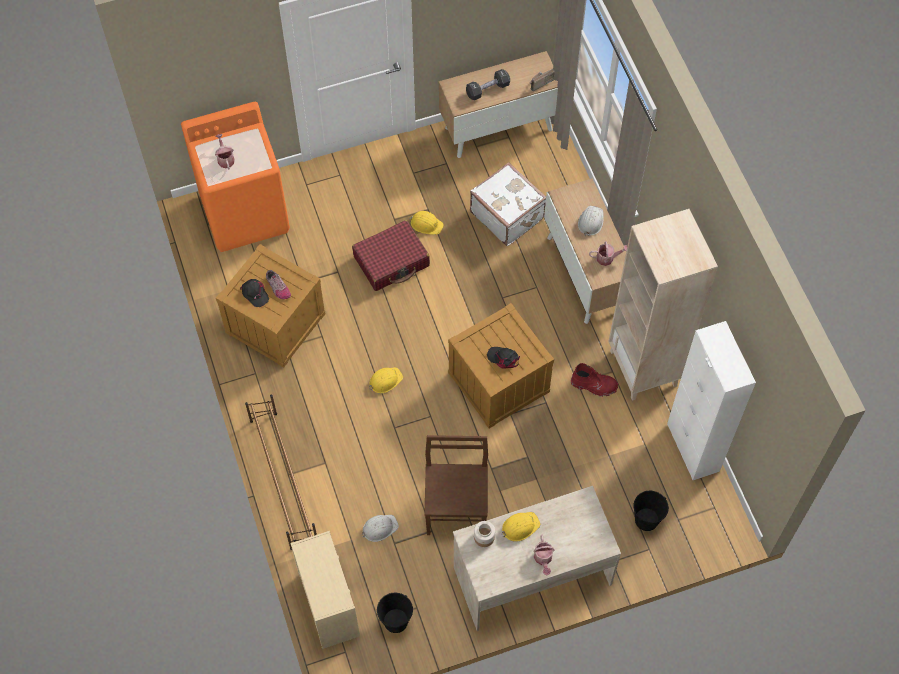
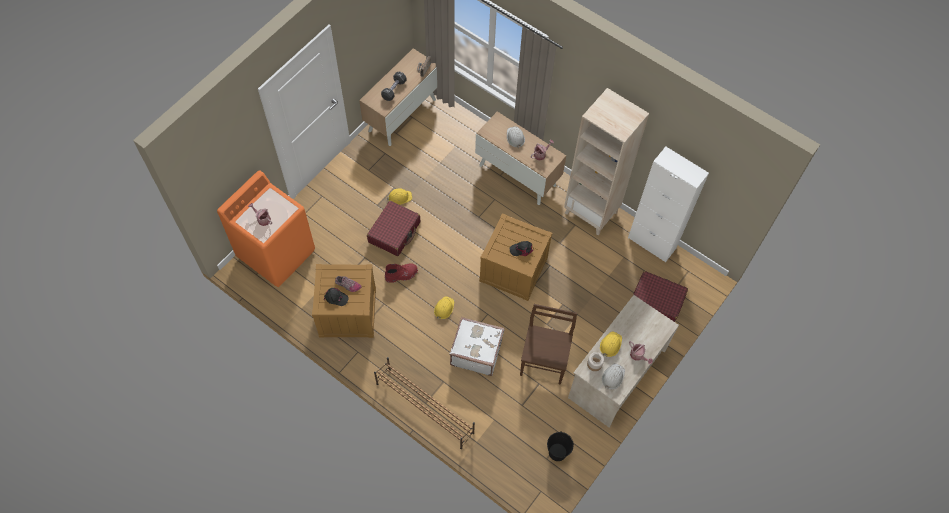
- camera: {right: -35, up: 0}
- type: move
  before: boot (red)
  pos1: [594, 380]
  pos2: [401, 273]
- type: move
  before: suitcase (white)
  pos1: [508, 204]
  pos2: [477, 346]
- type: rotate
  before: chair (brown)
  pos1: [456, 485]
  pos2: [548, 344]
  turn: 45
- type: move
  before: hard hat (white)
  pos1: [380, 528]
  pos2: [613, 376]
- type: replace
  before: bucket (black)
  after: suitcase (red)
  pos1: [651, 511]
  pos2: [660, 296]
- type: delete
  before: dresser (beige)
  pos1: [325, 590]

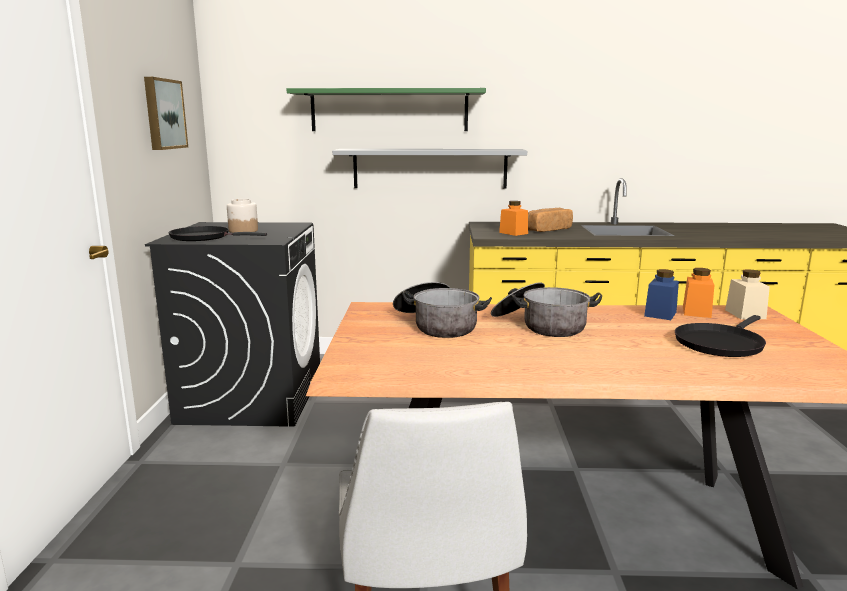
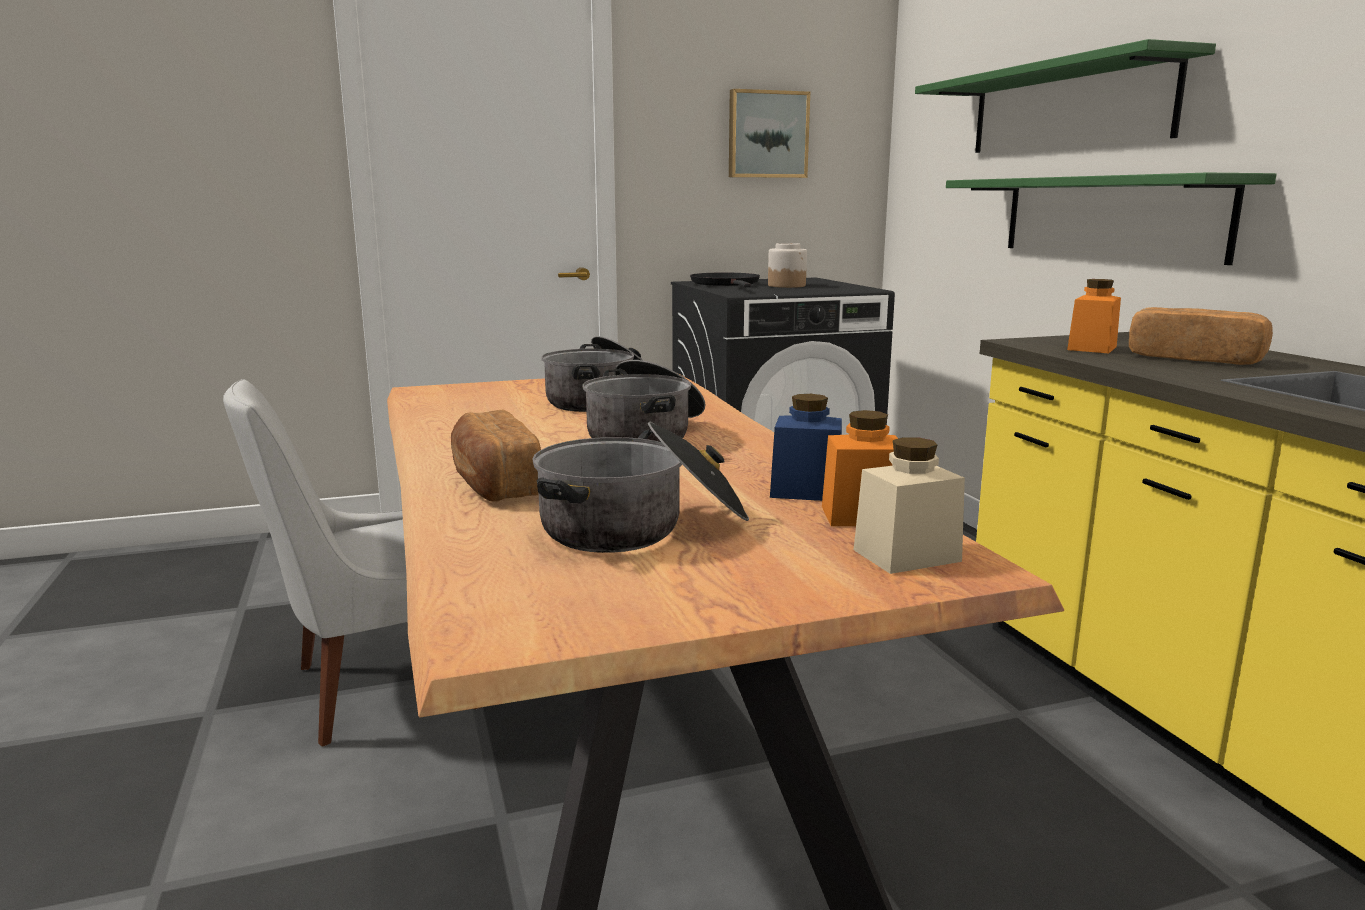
- camera: {right: 70, up: 0}
- type: insert
  after: bread
  pos2: [496, 456]
- type: replace
  before: frying pan (black)
  after: cooking pot
  pos1: [720, 336]
  pos2: [641, 487]
- type: recolor
  before: shelf (grey)
  after: shelf (green)
  pos1: [429, 168]
  pos2: [1111, 219]

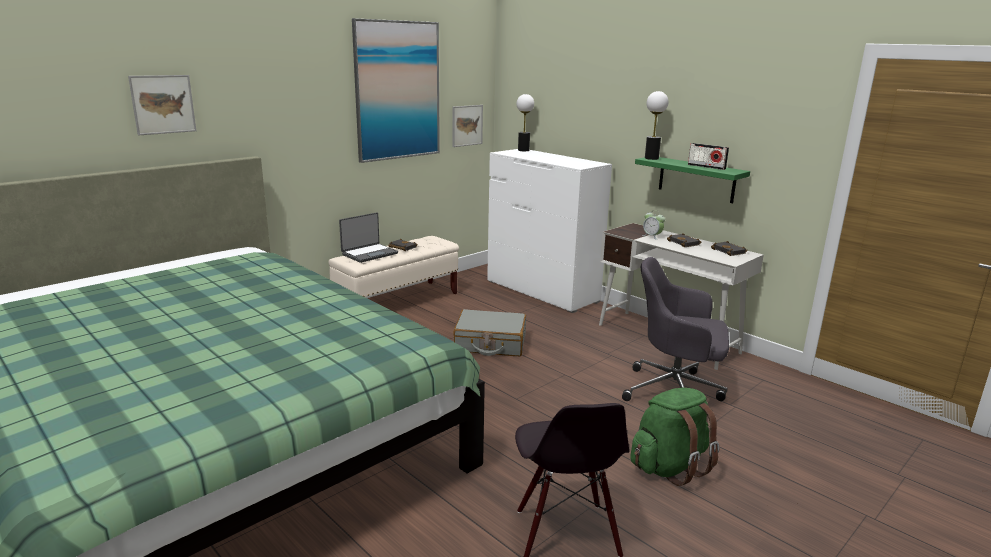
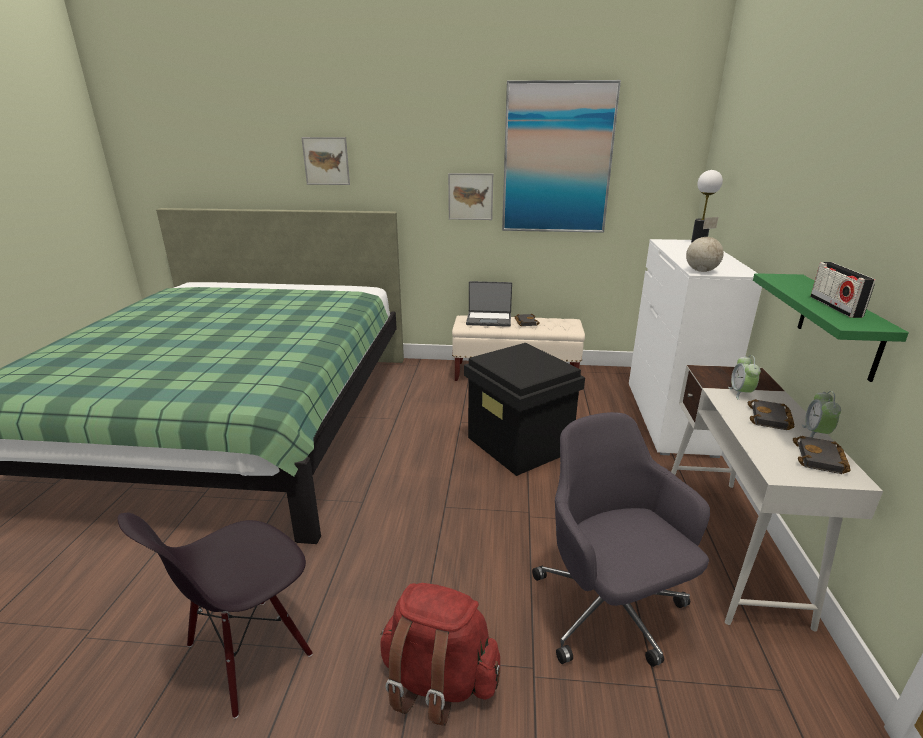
- camera: {right: 50, up: 5}
- type: recolor
  before: backpack (green)
  after: backpack (red)
  pos1: [674, 437]
  pos2: [440, 654]
- type: move
  before: picture
  pos1: [467, 126]
  pos2: [470, 196]
- type: replace
  before: suitcase (grey)
  after: storage box (black)
  pos1: [489, 332]
  pos2: [524, 409]
- type: insert
  after: globe
  pos2: [705, 244]
- type: insert
  after: alarm clock
  pos2: [821, 414]
- type: delete
  before: table lamp
  pos1: [656, 125]

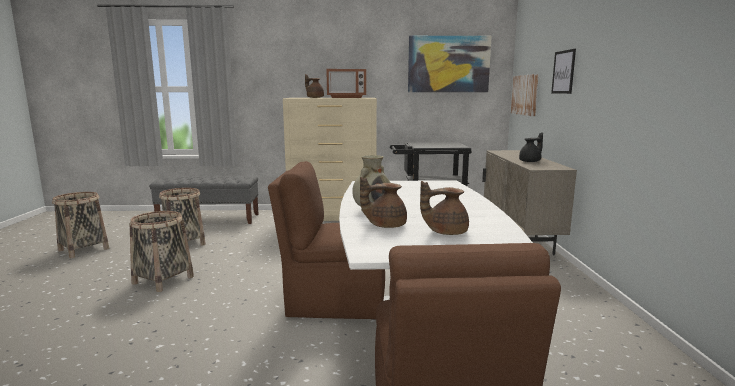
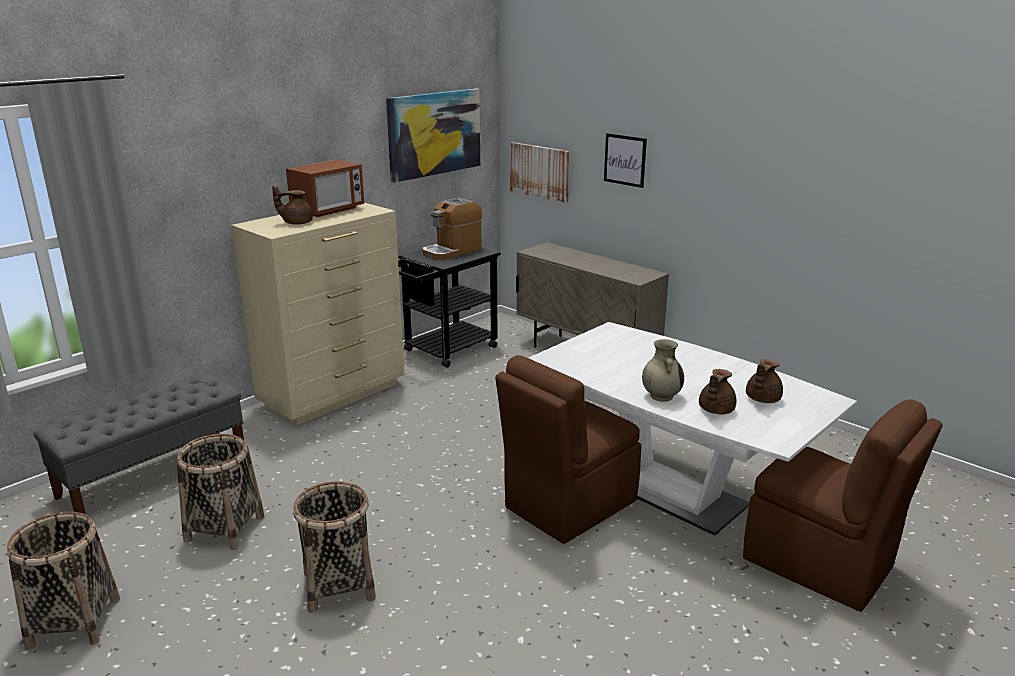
- camera: {right: -45, up: 10}
- type: insert
  after: coffee machine
  pos2: [452, 229]
- type: delete
  before: teapot (black)
  pos1: [531, 147]

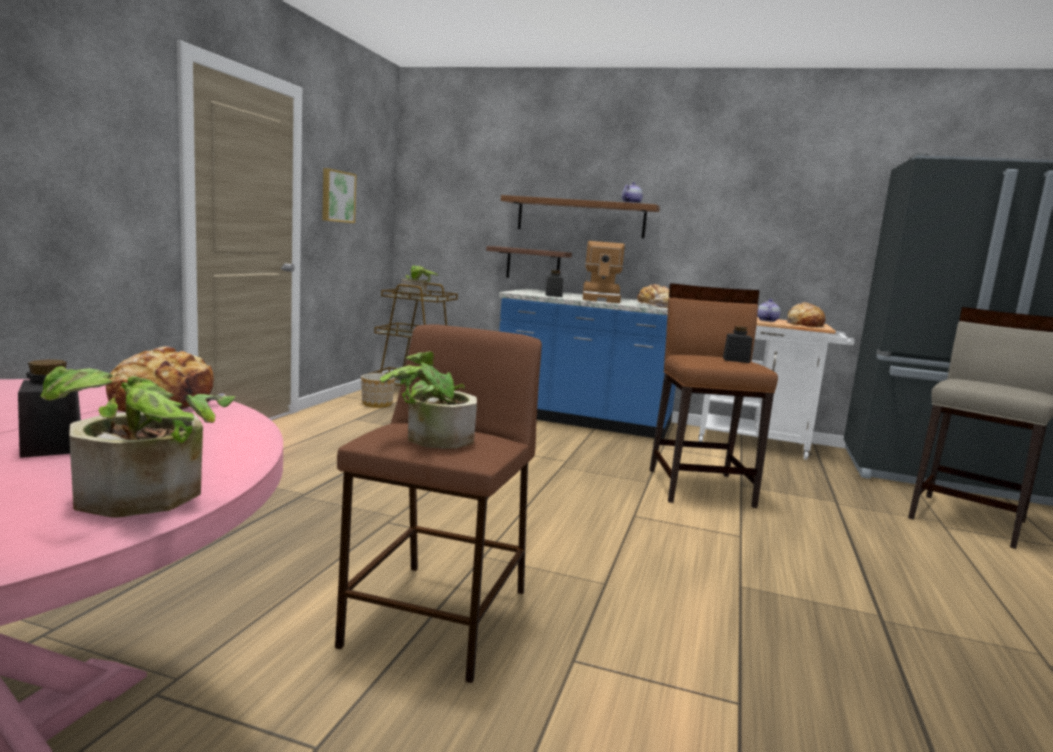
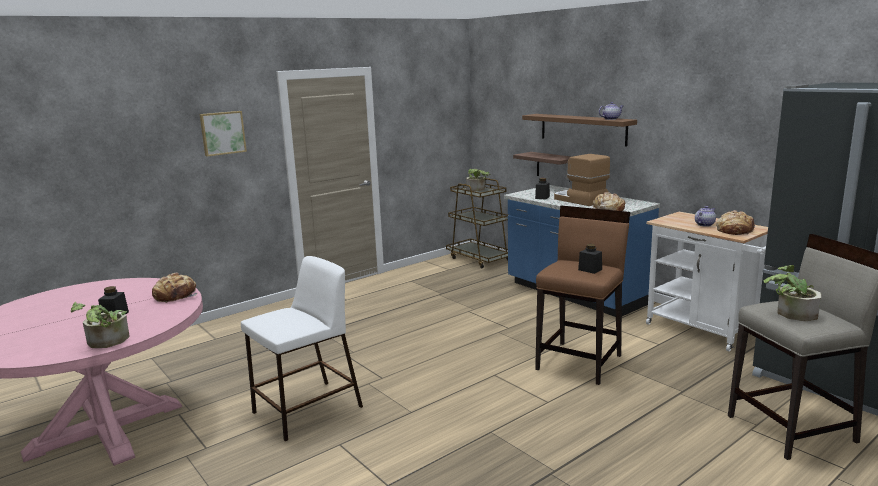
- camera: {right: 35, up: 5}
- type: move
  before: picture
  pos1: [339, 195]
  pos2: [223, 134]
- type: recolor
  before: stool (brown)
  after: stool (white)
  pos1: [438, 503]
  pos2: [302, 348]
- type: rotate
  before: coffee machine
  pos1: [604, 272]
  pos2: [582, 180]
  turn: 105
- type: move
  before: potted plant
  pos1: [428, 400]
  pos2: [792, 293]
- type: delete
  before: planter
  pos1: [378, 390]

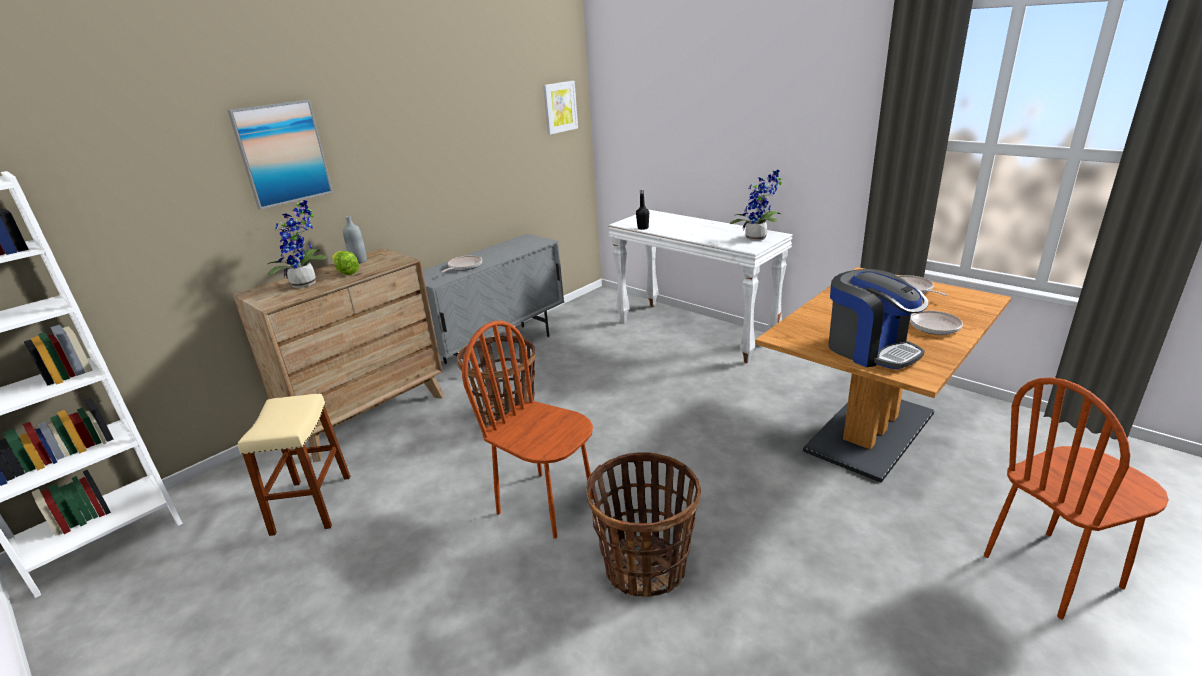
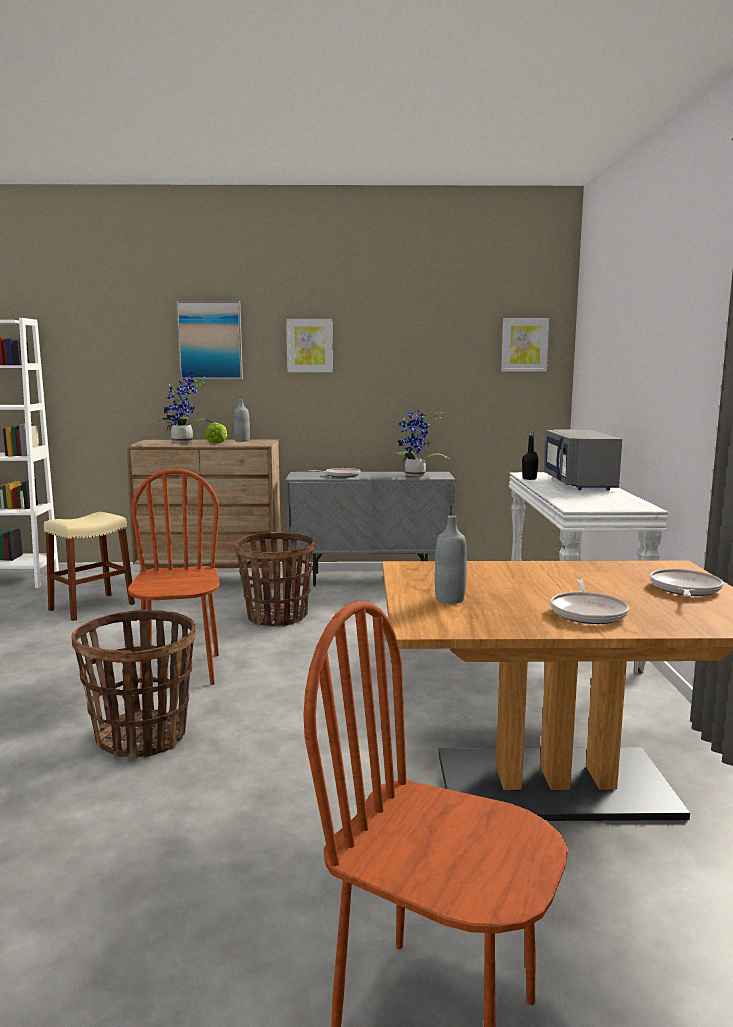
- camera: {right: 45, up: -15}
- type: insert
  after: picture
  pos2: [309, 345]
- type: move
  before: potted plant
  pos1: [756, 205]
  pos2: [420, 442]
- type: replace
  before: coffee machine
  after: bottle (grey)
  pos1: [878, 319]
  pos2: [451, 560]
- type: insert
  after: microwave (grey)
  pos2: [583, 459]

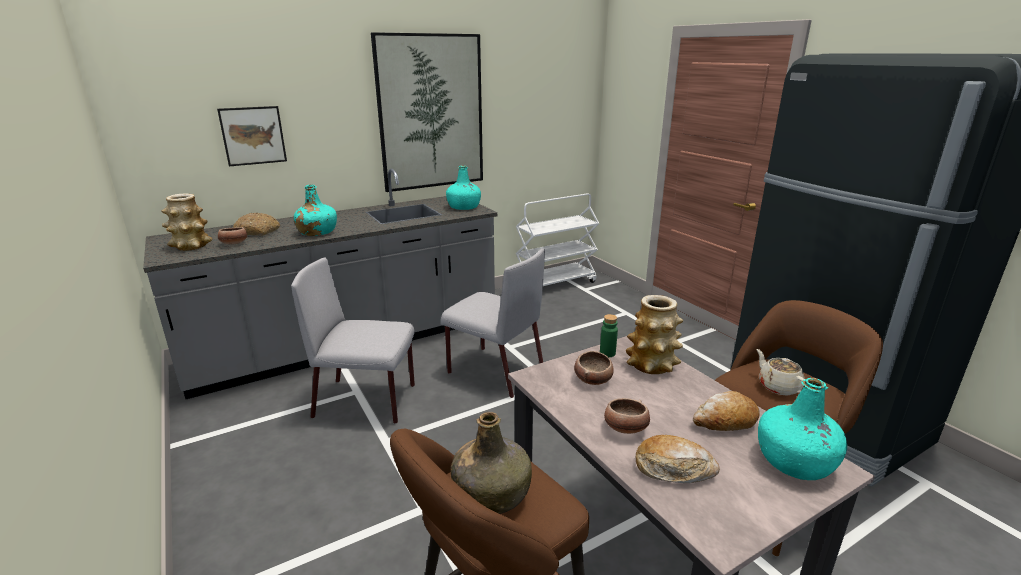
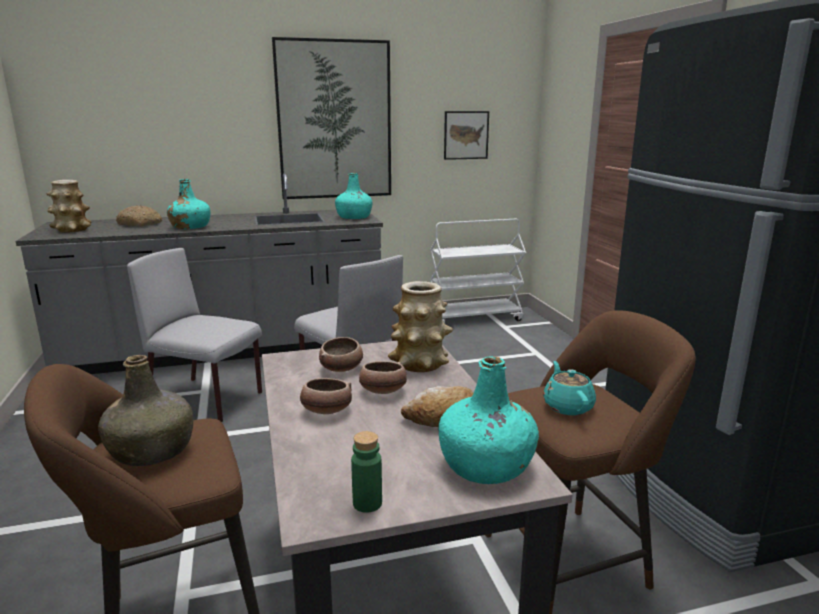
- camera: {right: 15, up: -5}
- type: move
  before: bottle (green)
  pos1: [609, 335]
  pos2: [366, 472]
- type: move
  before: bowl
  pos1: [232, 236]
  pos2: [383, 377]
- type: move
  before: picture
  pos1: [252, 136]
  pos2: [466, 135]
- type: recolor
  before: teapot (beige)
  after: teapot (turquoise)
  pos1: [781, 372]
  pos2: [569, 388]
- type: delete
  before: bread
  pos1: [678, 459]

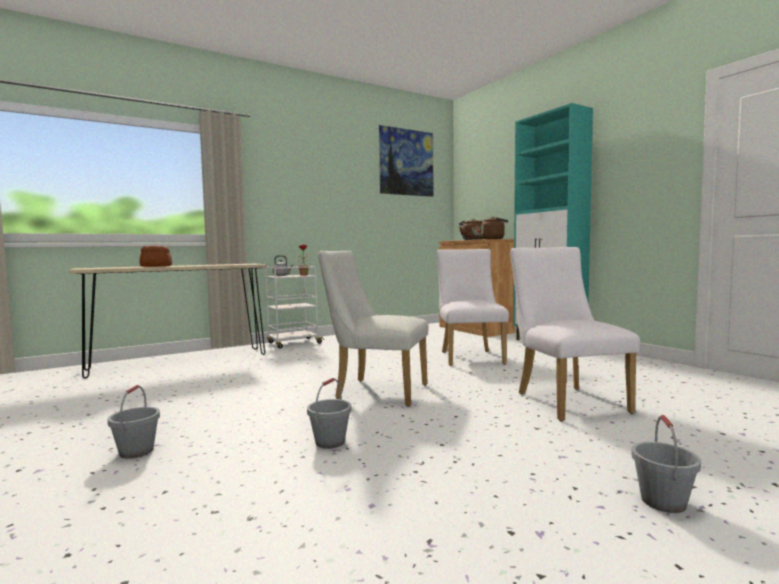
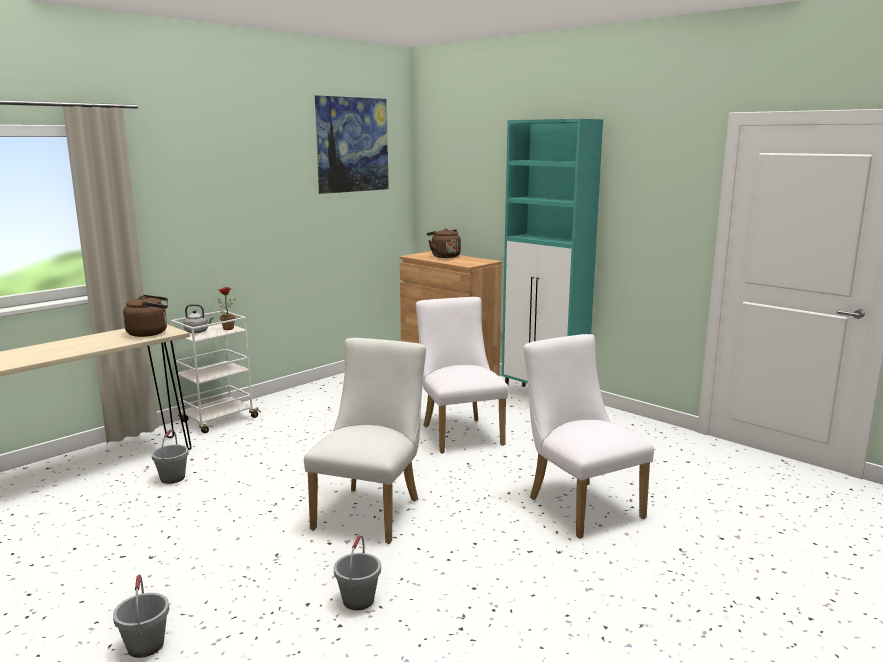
- camera: {right: -15, up: 10}
- type: move
  before: kettle (brown)
  pos1: [494, 228]
  pos2: [145, 316]
- type: move
  before: bucket (grey)
  pos1: [666, 464]
  pos2: [170, 456]
- type: rotate
  before: chair (white)
  pos1: [373, 329]
  pos2: [365, 441]
  turn: 105
- type: delete
  before: bread
  pos1: [156, 256]

